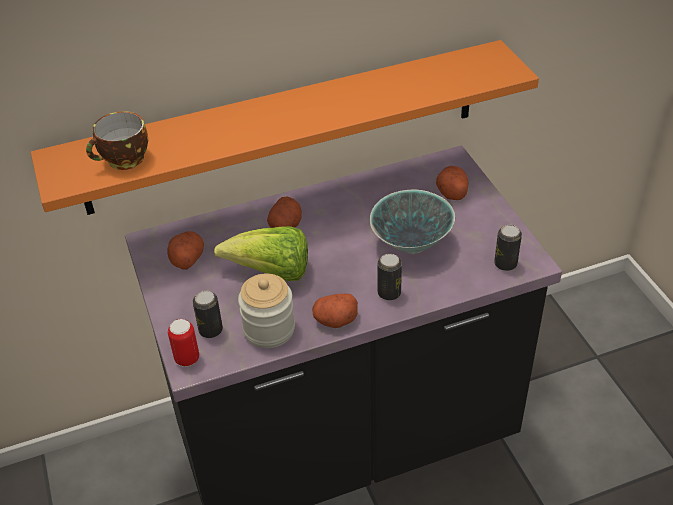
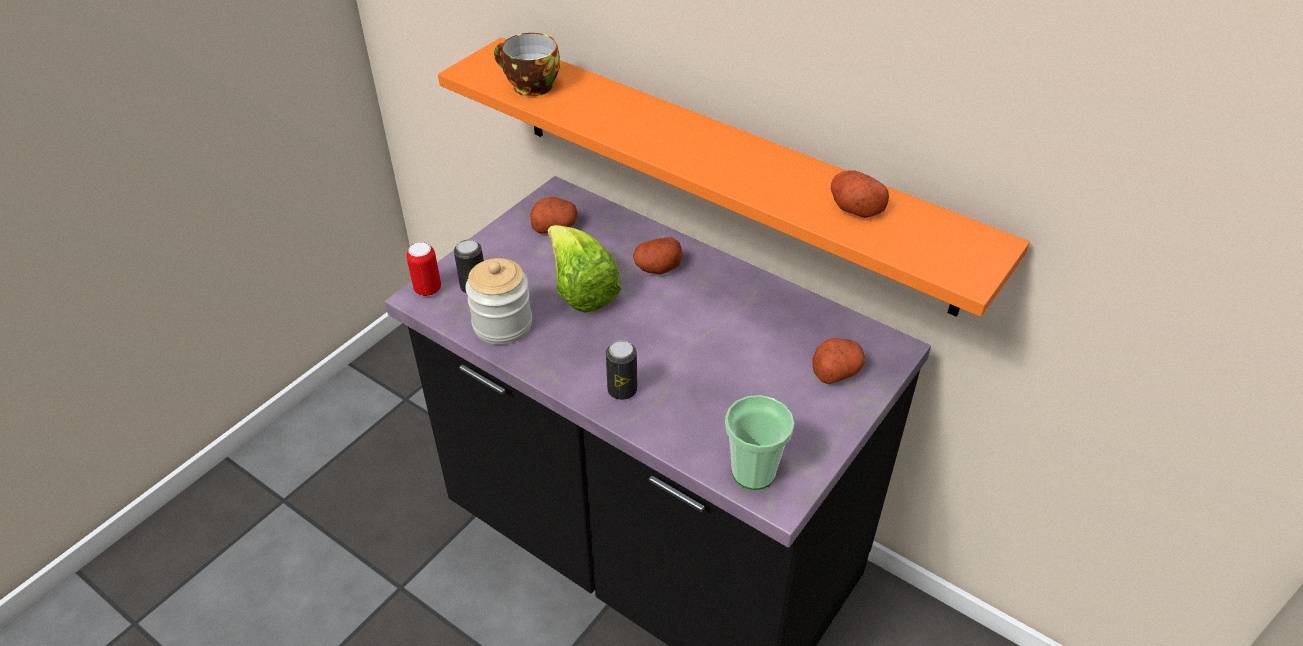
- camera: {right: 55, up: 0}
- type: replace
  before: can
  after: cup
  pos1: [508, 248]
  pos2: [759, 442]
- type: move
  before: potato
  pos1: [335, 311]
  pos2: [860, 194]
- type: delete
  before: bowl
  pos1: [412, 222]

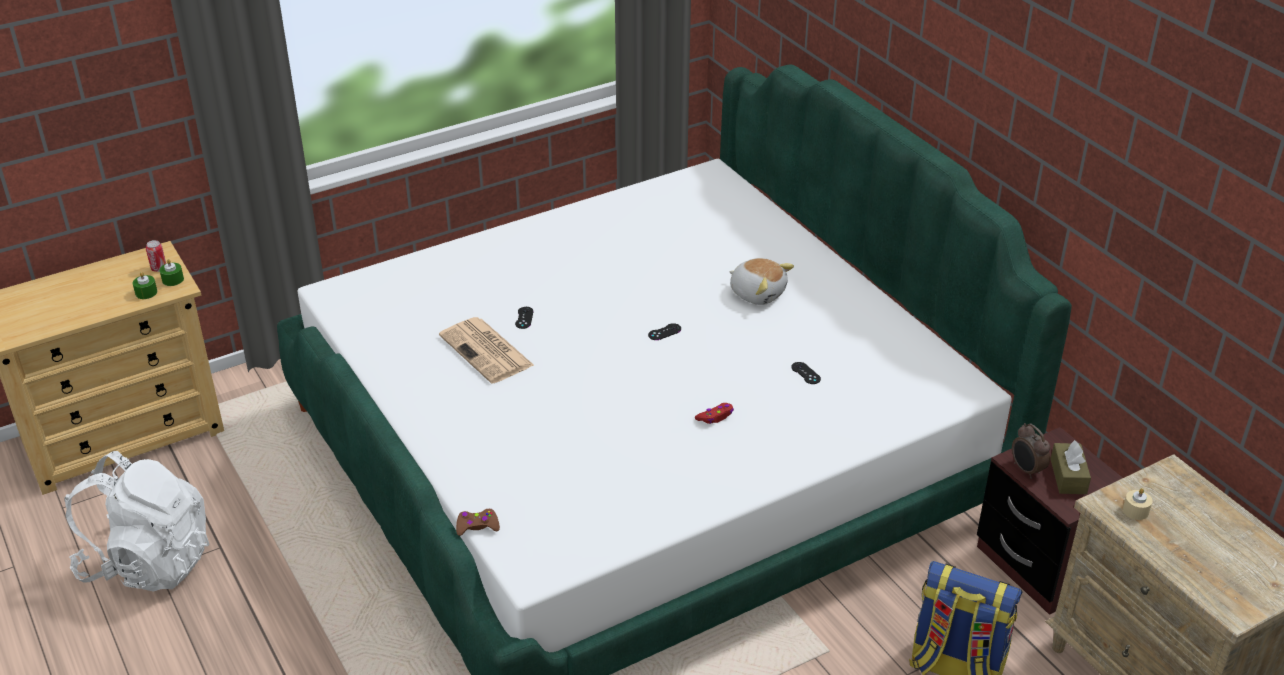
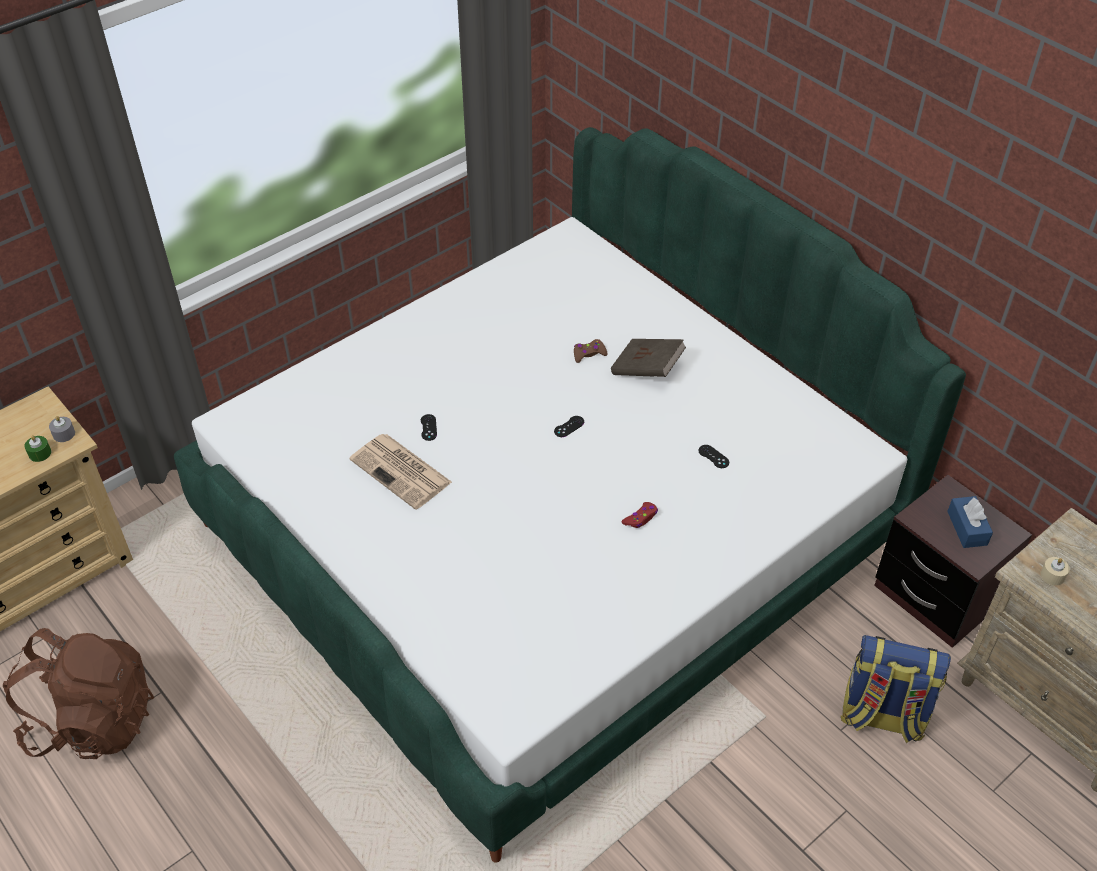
- camera: {right: -10, up: 10}
- type: recolor
  before: backpack (white)
  after: backpack (brown)
  pos1: [137, 521]
  pos2: [78, 693]
- type: recolor
  before: candle (green)
  after: candle (grey)
  pos1: [172, 272]
  pos2: [62, 429]
- type: move
  before: game controller (brown)
  pos1: [478, 522]
  pos2: [591, 351]
- type: replace
  before: plush toy
  after: book (brown)
  pos1: [761, 281]
  pos2: [648, 358]
- type: recolor
  before: tissue box (brown)
  after: tissue box (blue)
  pos1: [1071, 467]
  pos2: [970, 522]
- type: delete
  before: can
  pos1: [156, 256]
- type: delete
  before: alarm clock
  pos1: [1031, 451]

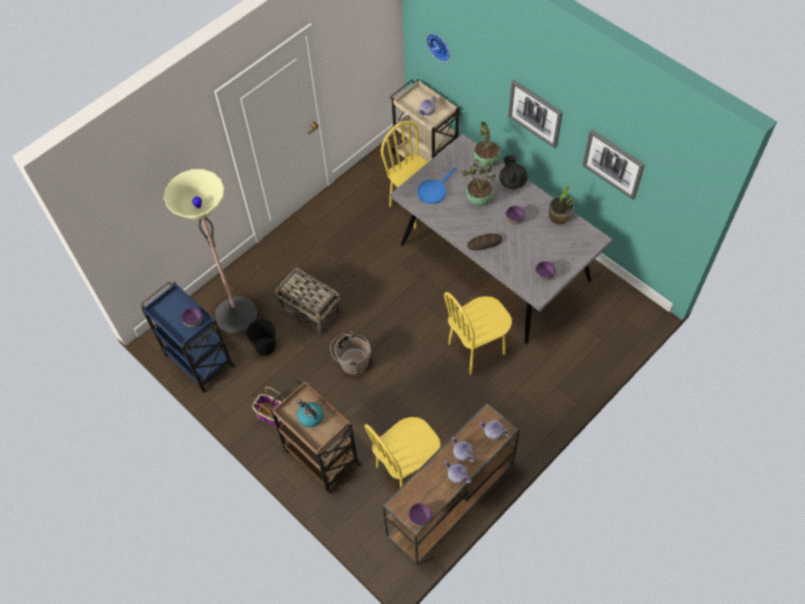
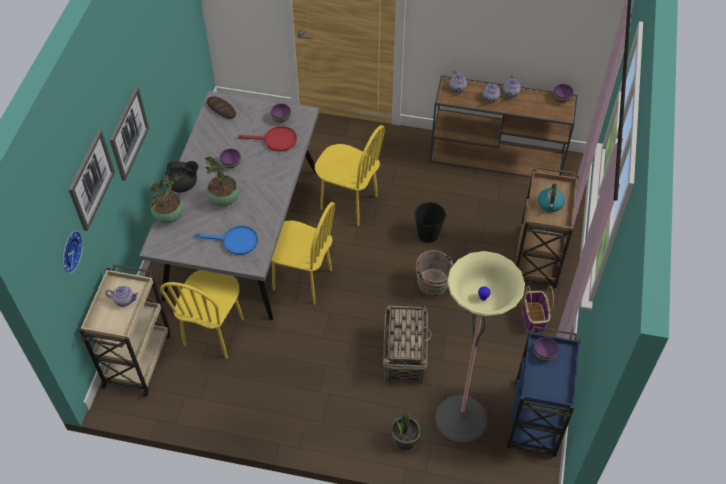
- camera: {right: -125, up: -5}
- type: move
  before: picture
  pos1: [613, 164]
  pos2: [91, 180]
- type: rotate
  before: teapot (black)
  pos1: [513, 172]
  pos2: [181, 176]
  turn: -135
- type: move
  before: bread
  pos1: [484, 242]
  pos2: [221, 108]
- type: insert
  after: frying pan (red)
  pos2: [267, 138]
- type: move
  before: chair (yellow)
  pos1: [403, 452]
  pos2: [303, 253]
- type: move
  before: potted plant
  pos1: [562, 204]
  pos2: [406, 429]
- type: move
  before: bucket (black)
  pos1: [260, 337]
  pos2: [430, 222]

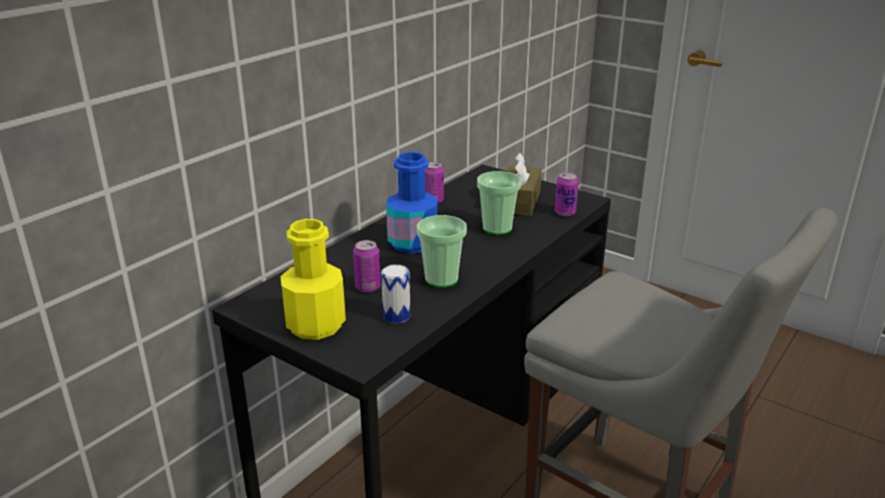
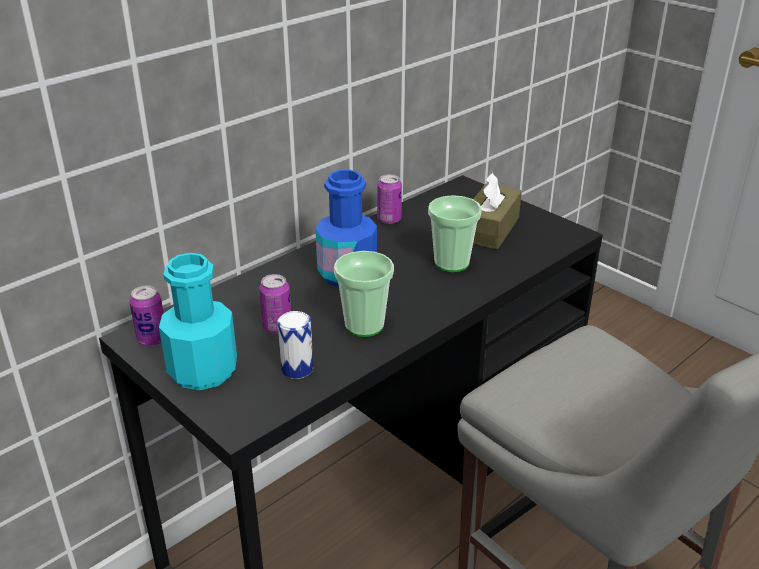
- camera: {right: 10, up: 5}
- type: move
  before: can
  pos1: [567, 194]
  pos2: [146, 316]
- type: recolor
  before: bottle (yellow)
  after: bottle (turquoise)
  pos1: [313, 279]
  pos2: [198, 321]

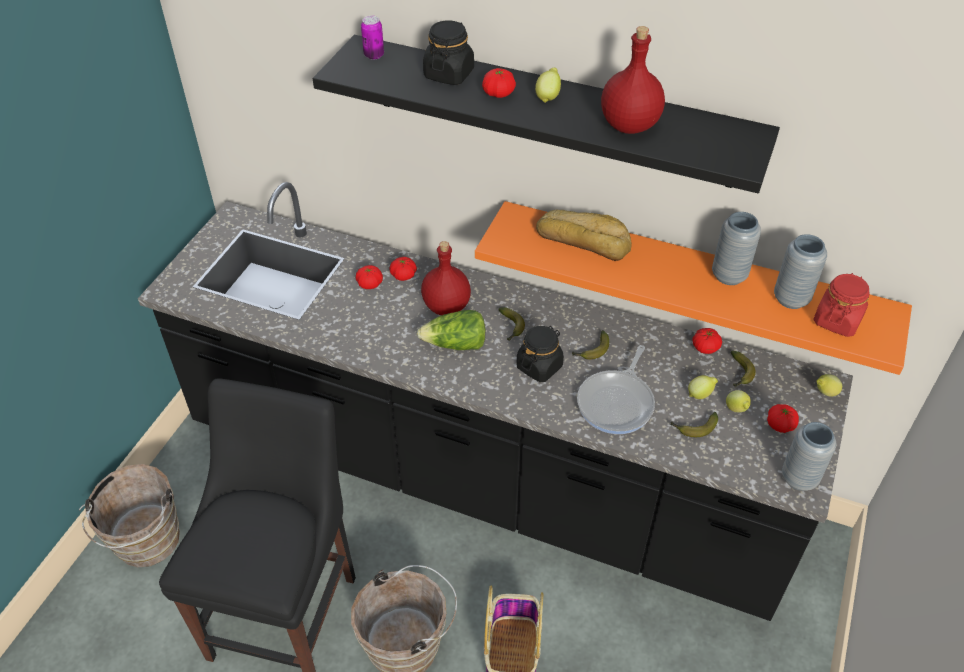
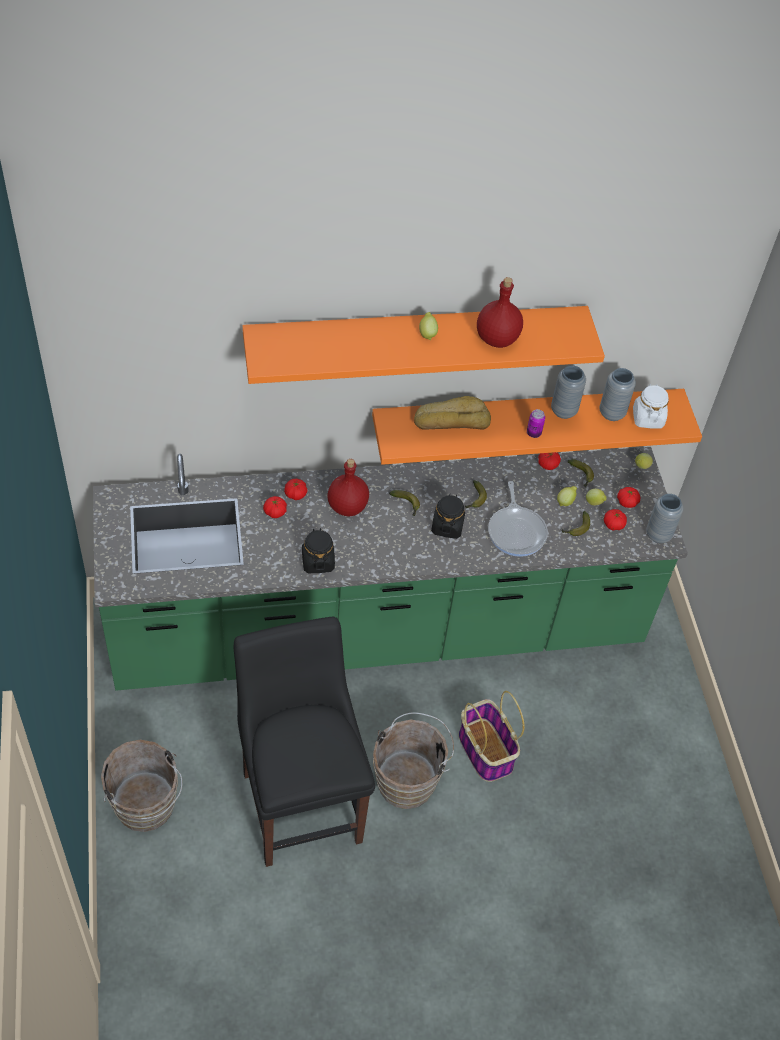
- camera: {right: -35, up: 5}
- type: recolor
  before: counter (black)
  after: counter (green)
  pos1: [495, 401]
  pos2: [390, 569]
- type: recolor
  before: shelf (black)
  after: shelf (orange)
  pos1: [546, 114]
  pos2: [423, 345]
- type: move
  before: jar (black)
  pos1: [448, 52]
  pos2: [318, 550]
- type: move
  before: can
  pos1: [372, 38]
  pos2: [536, 423]
- type: move
  before: tomato
  pos1: [499, 83]
  pos2: [615, 519]
- type: recolor
  before: jar (red)
  after: jar (white)
  pos1: [841, 305]
  pos2: [651, 406]
- type: delete
  before: lettuce
  pos1: [451, 330]

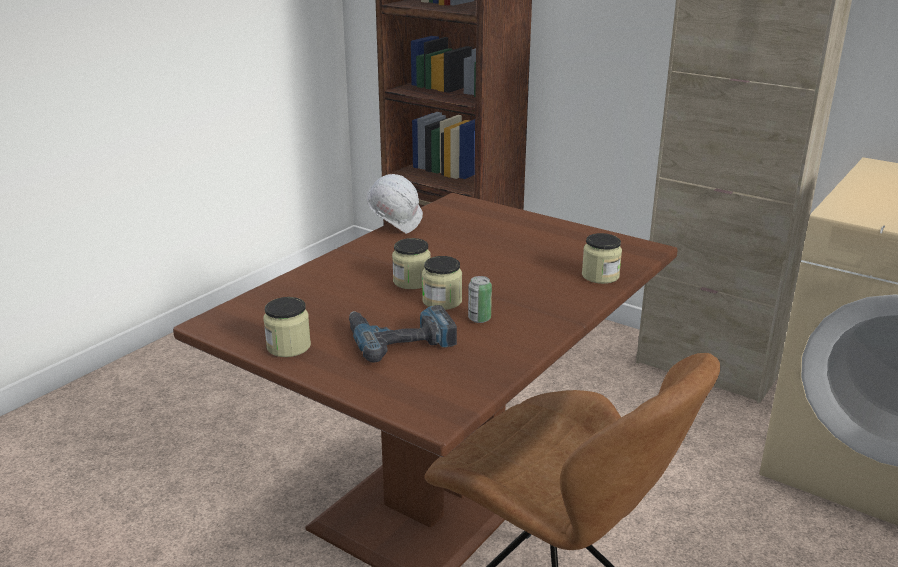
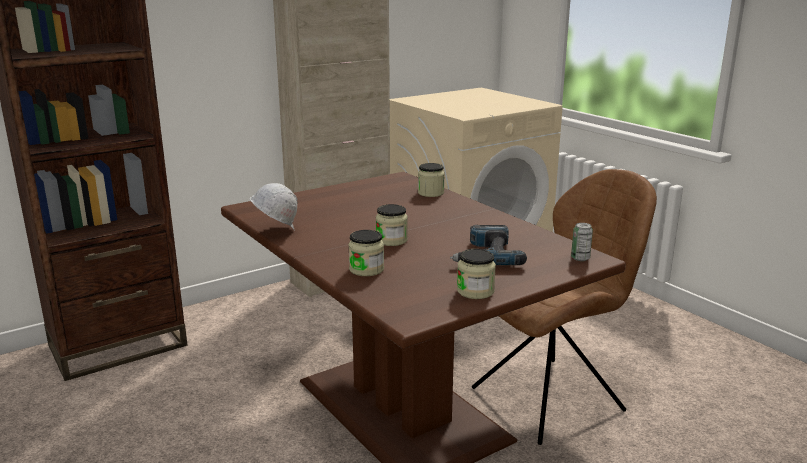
- camera: {right: -70, up: -5}
- type: move
  before: jar
  pos1: [442, 283]
  pos2: [366, 253]
- type: move
  before: can
  pos1: [480, 299]
  pos2: [582, 242]

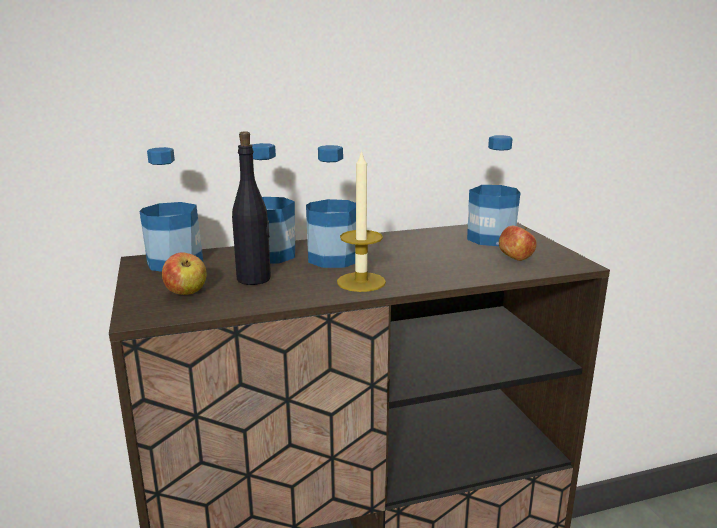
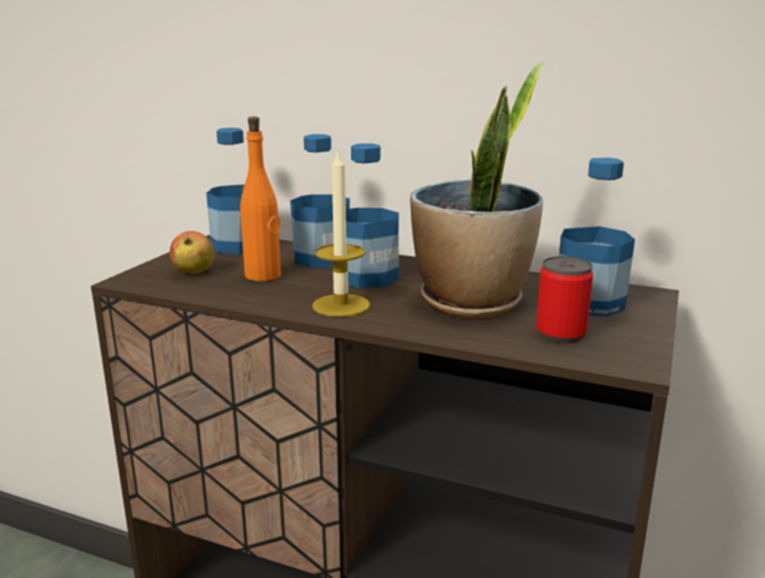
- camera: {right: 40, up: 0}
- type: recolor
  before: bottle (black)
  after: bottle (orange)
  pos1: [251, 208]
  pos2: [260, 198]
- type: insert
  after: potted plant
  pos2: [477, 190]
- type: replace
  before: apple
  after: can
  pos1: [518, 243]
  pos2: [564, 299]

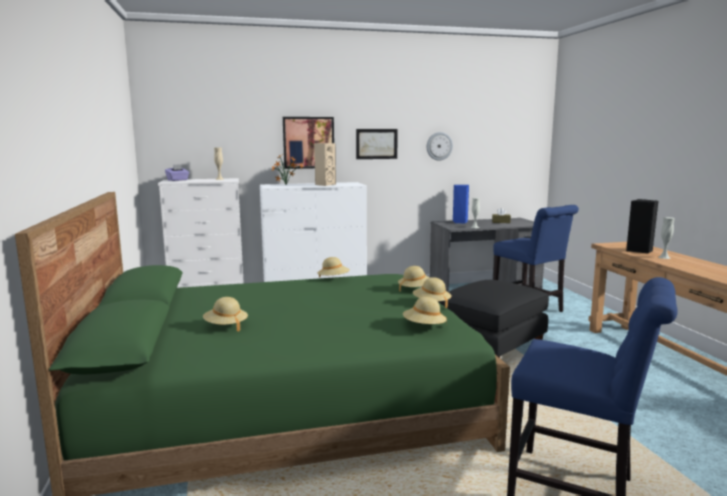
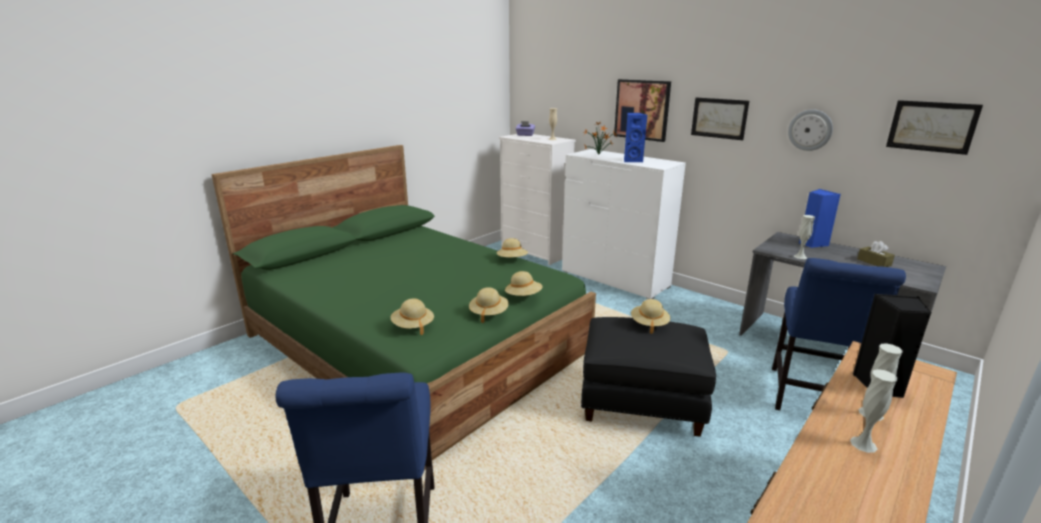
- camera: {right: 55, up: 10}
- type: recolor
  before: speaker (beige)
  after: speaker (blue)
  pos1: [325, 164]
  pos2: [635, 137]
- type: move
  before: hat (beige)
  pos1: [225, 314]
  pos2: [650, 316]
- type: insert
  after: vase (white)
  pos2: [873, 411]
- type: insert
  after: picture
  pos2: [934, 127]

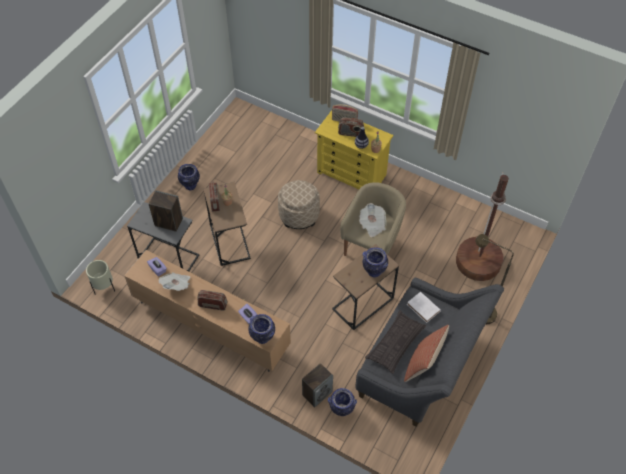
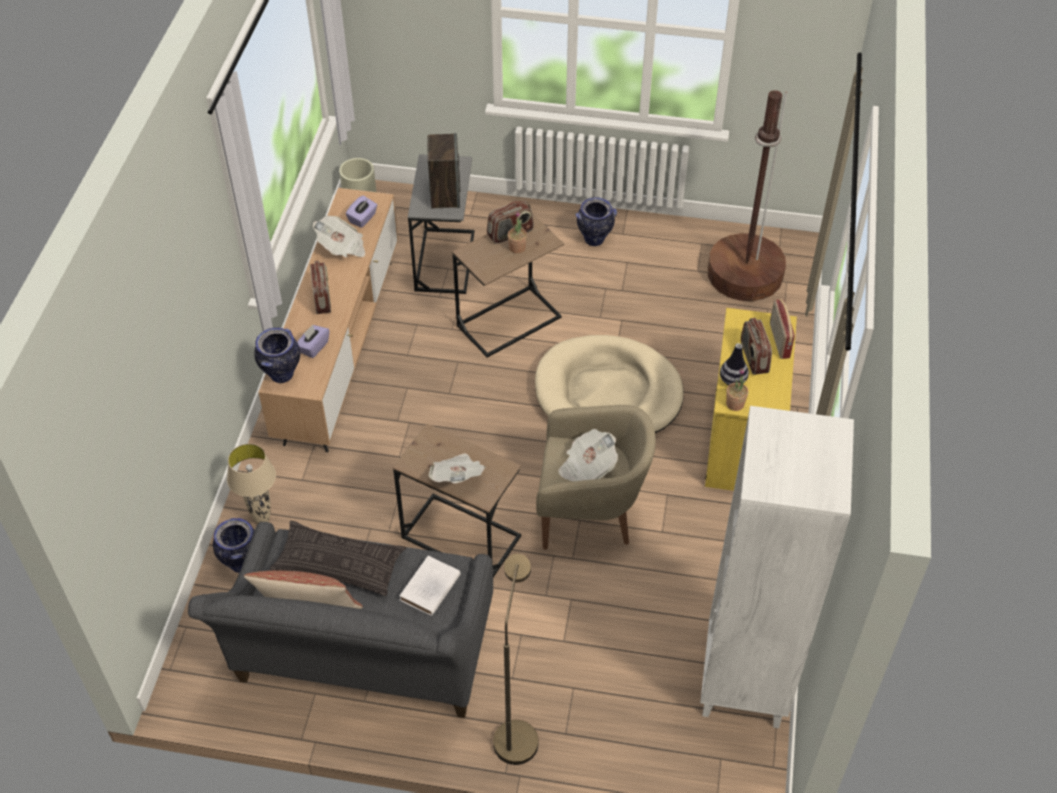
- camera: {right: 70, up: -5}
- type: replace
  before: speaker
  after: table lamp (beige)
  pos1: [317, 385]
  pos2: [251, 484]
- type: replace
  before: vase
  after: newspaper
  pos1: [375, 262]
  pos2: [456, 469]
- type: replace
  before: ottoman (beige)
  after: dog bed (beige)
  pos1: [299, 204]
  pos2: [609, 384]
- type: insert
  after: bookcase (white)
  pos2: [777, 567]
- type: move
  before: floor lamp (brown)
  pos1: [482, 226]
  pos2: [747, 195]

